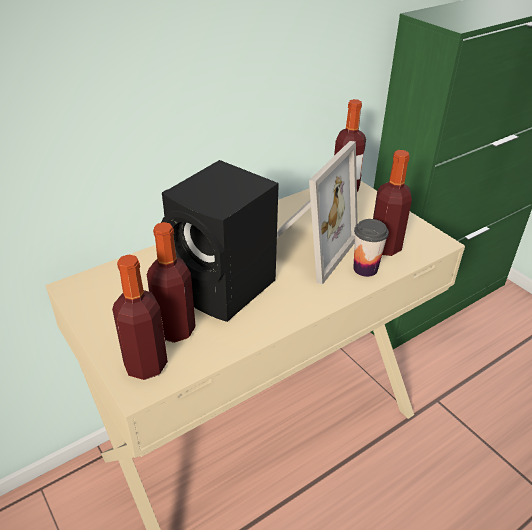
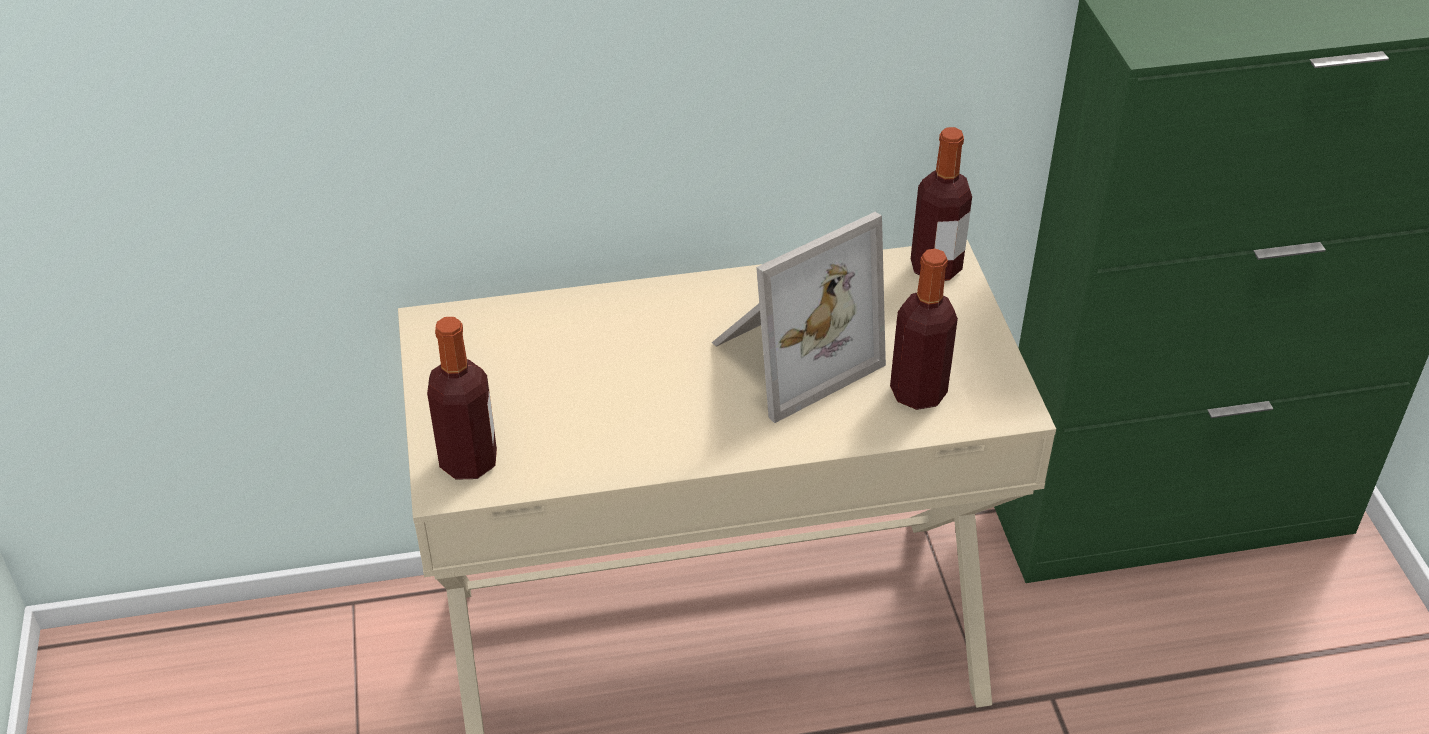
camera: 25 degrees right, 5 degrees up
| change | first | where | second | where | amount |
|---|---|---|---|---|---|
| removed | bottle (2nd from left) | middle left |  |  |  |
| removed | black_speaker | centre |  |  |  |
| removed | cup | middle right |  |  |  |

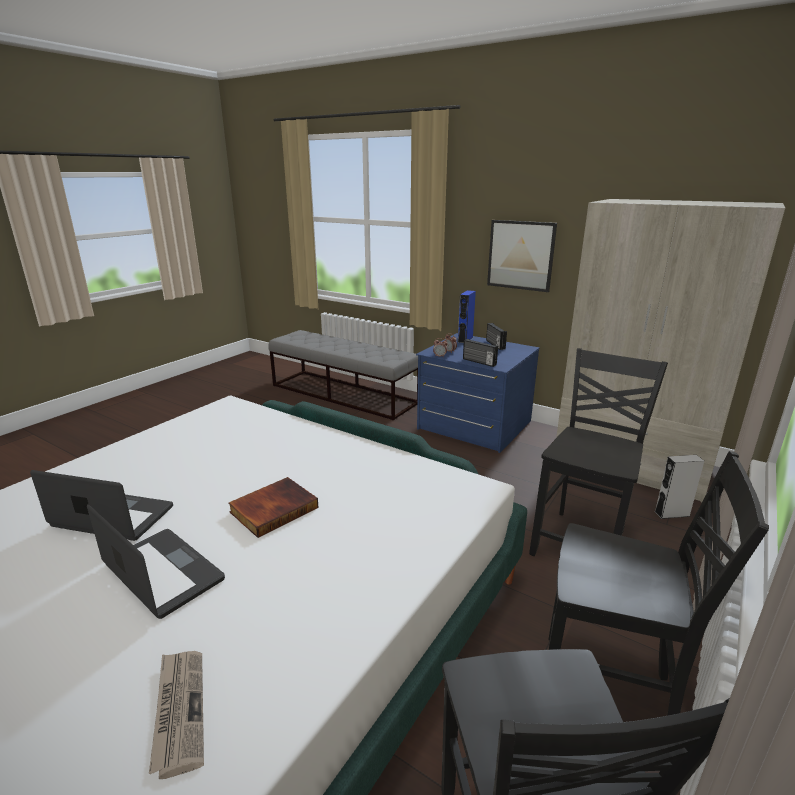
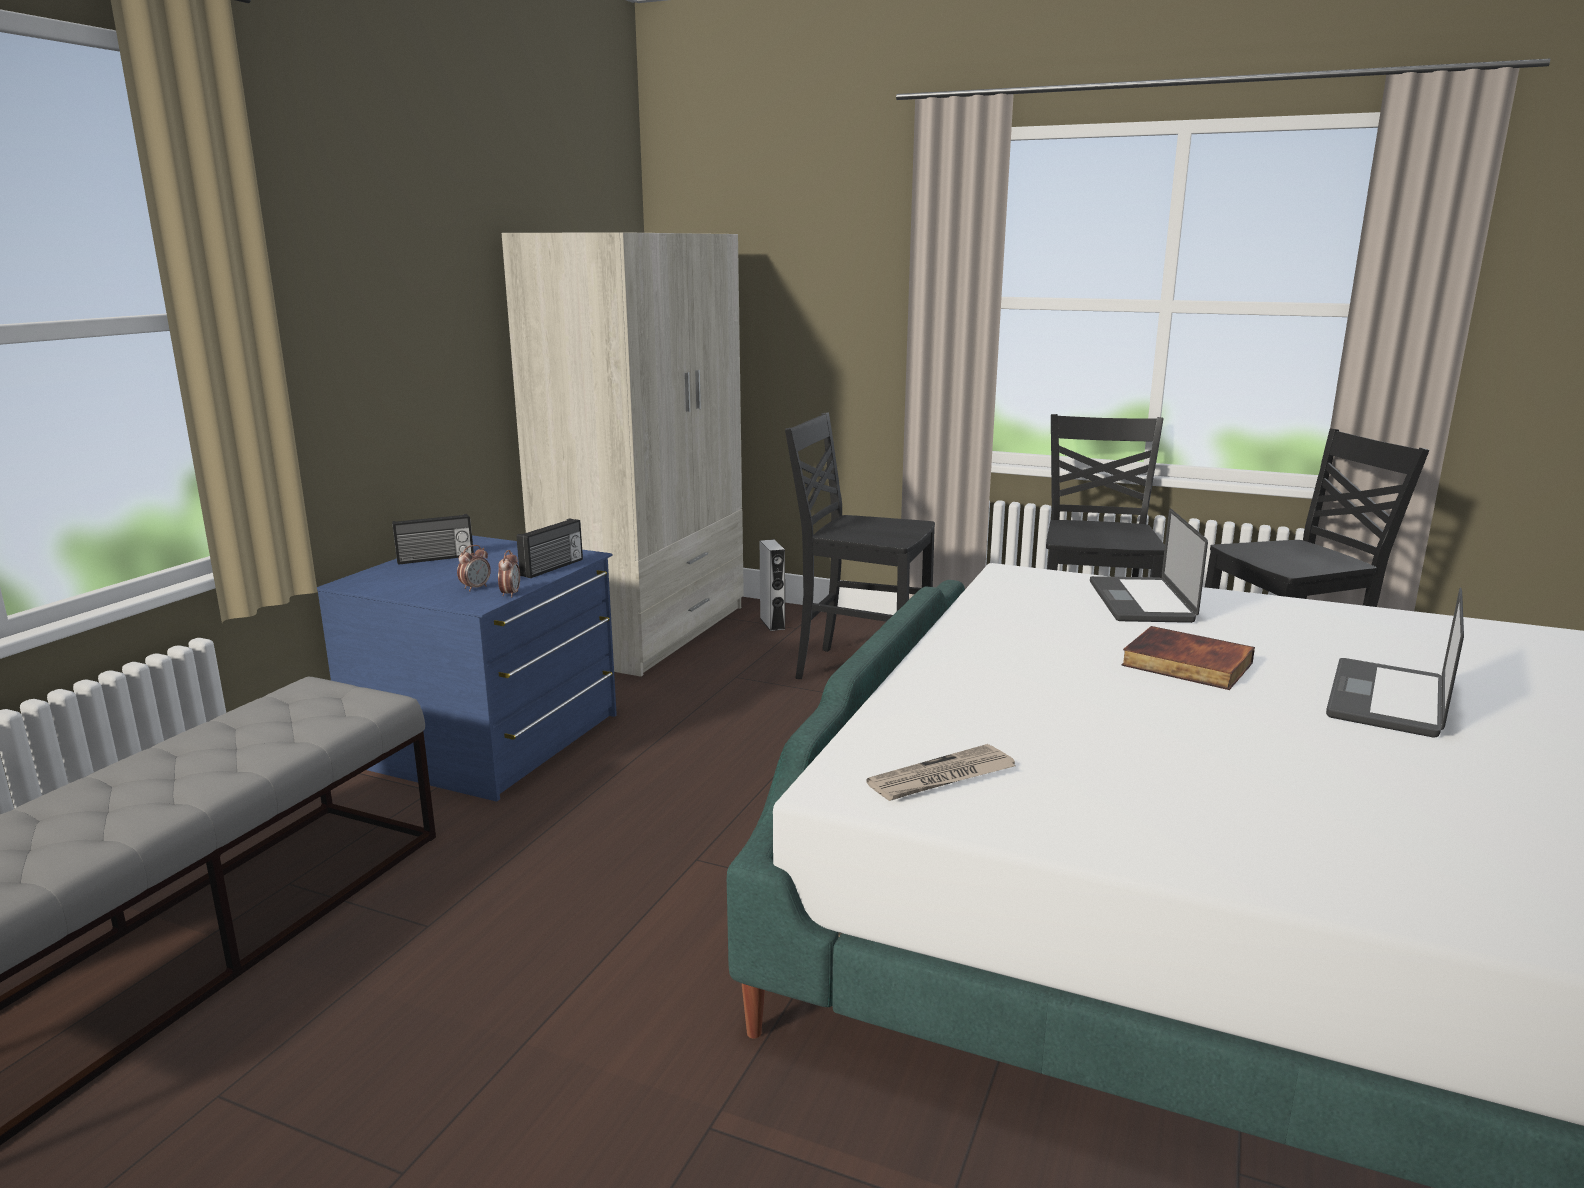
camera: 100 degrees left, 5 degrees down
| change | first | where | second | where | amount |
|---|---|---|---|---|---|
| removed | blue_speaker | centre |  |  |  |
| removed | picture | top centre |  |  |  |
| moved | laptop (1st from left) | middle left |  | middle right |  |
| moved | newspaper | bottom left |  | centre |  |

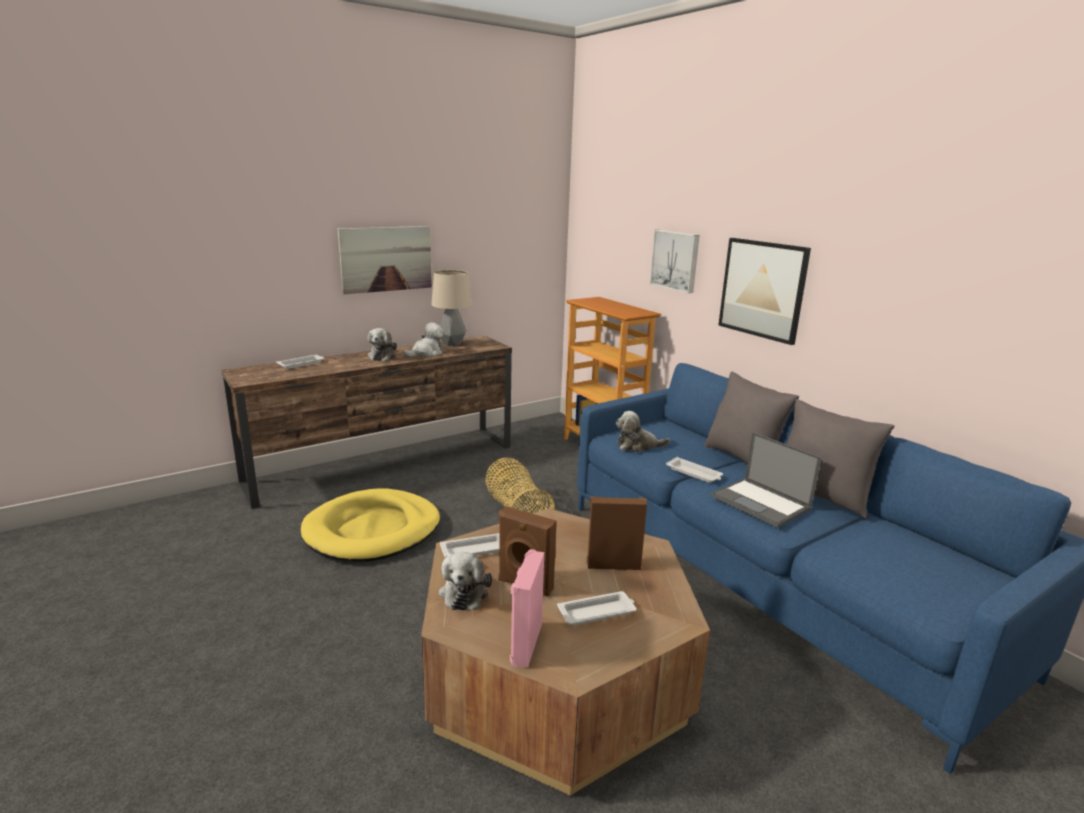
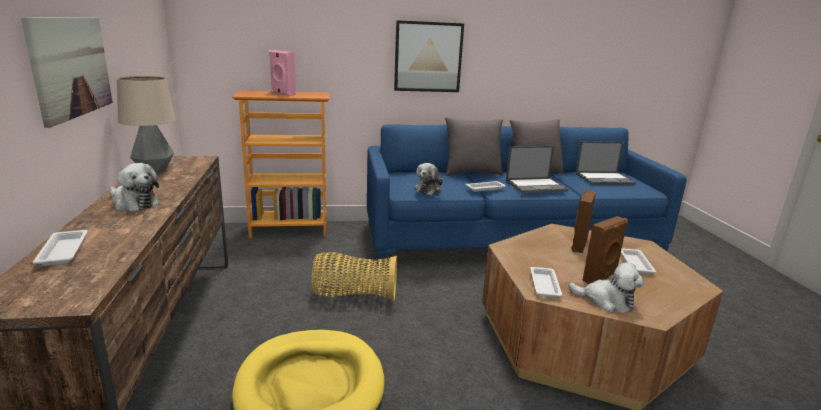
camera: 65 degrees left, 0 degrees up
| change | first | where | second | where | amount |
|---|---|---|---|---|---|
| removed | plush_toy (2nd from left) | centre |  |  |  |
| removed | picture (2nd from left) | top centre |  |  |  |
| added |  |  | laptop (2nd from left) | middle right |  |
| moved | pink_speaker | bottom centre |  | top centre |  |

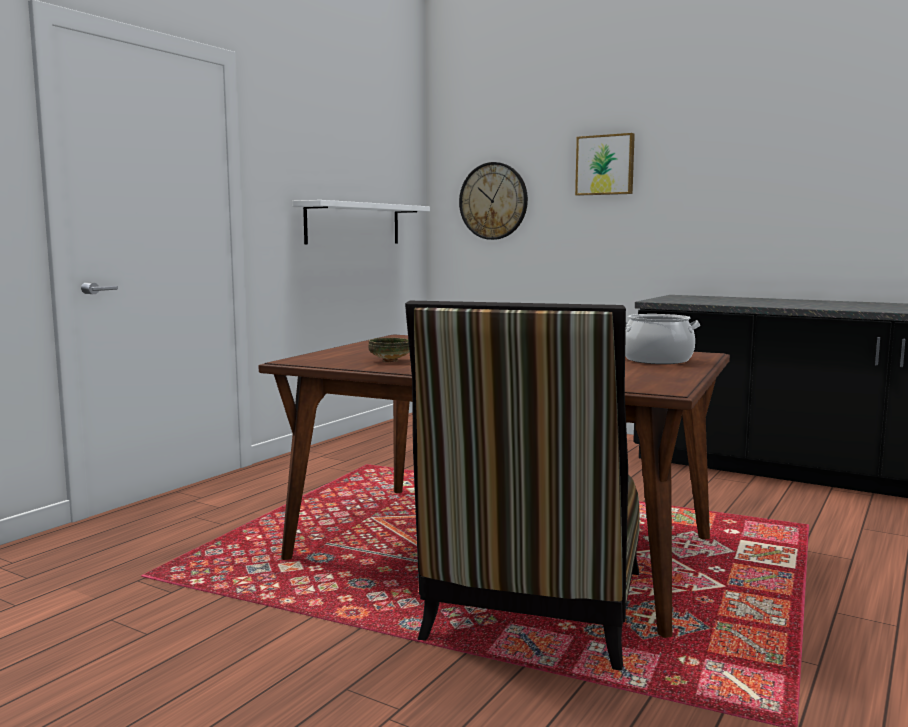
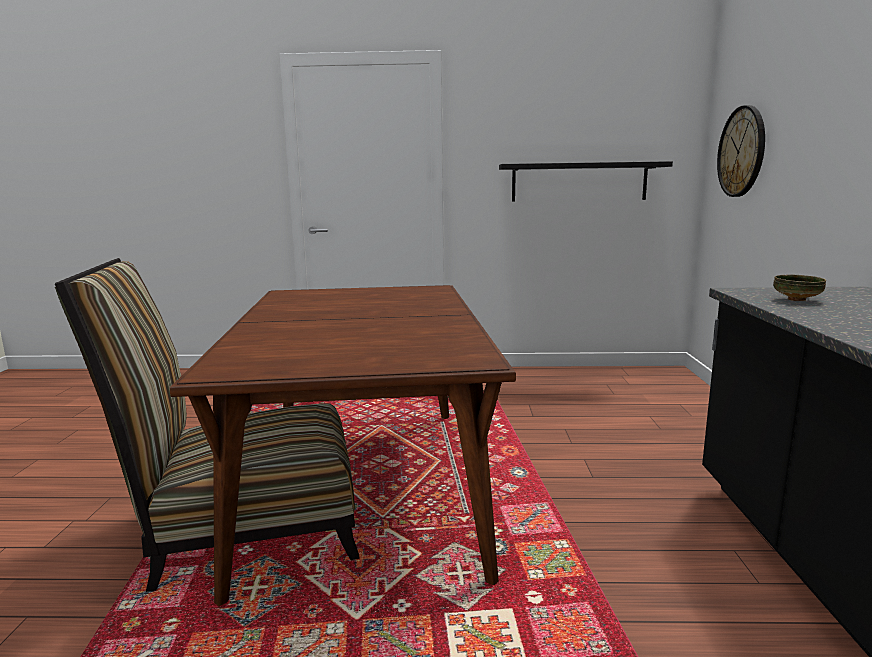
camera: 60 degrees right, 5 degrees up
| change | first | where | second | where | amount |
|---|---|---|---|---|---|
| removed | picture | top centre |  |  |  |
| removed | cooking_pot | middle right |  |  |  |
| moved | bowl | centre |  | middle right |  |
| recoloured | white_shelf | top centre | black_shelf | top right |  |

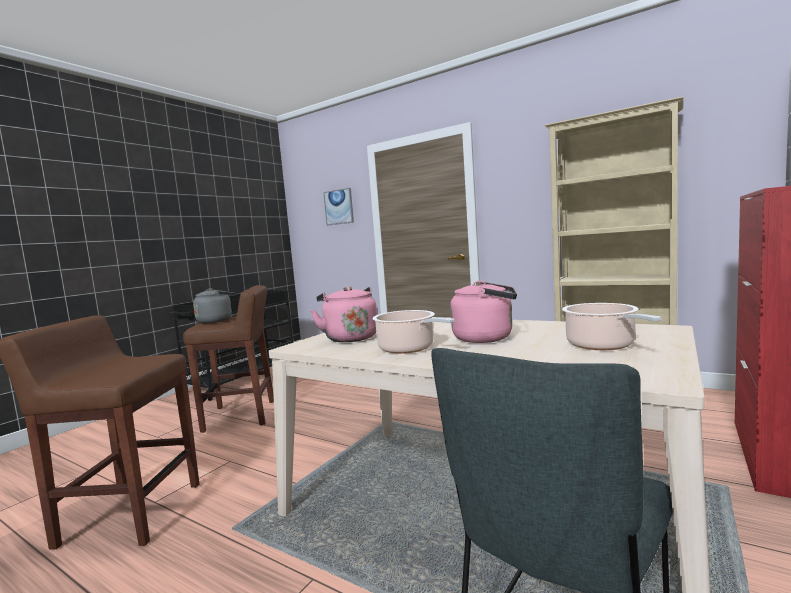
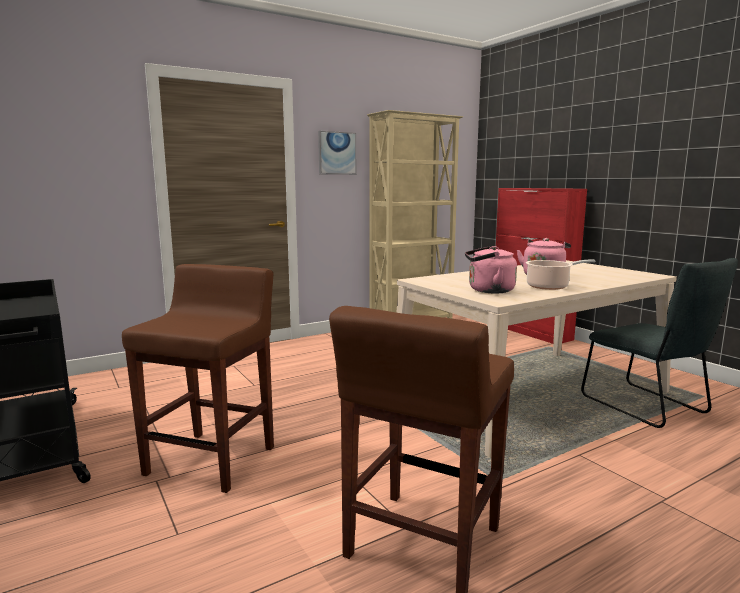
camera: 65 degrees left, 5 degrees up
| change | first | where | second | where | amount |
|---|---|---|---|---|---|
| removed | grey_kettle | middle left |  |  |  |
| removed | cooking_pot (2nd from left) | middle right |  |  |  |
| moved | picture | centre |  | top centre |  |

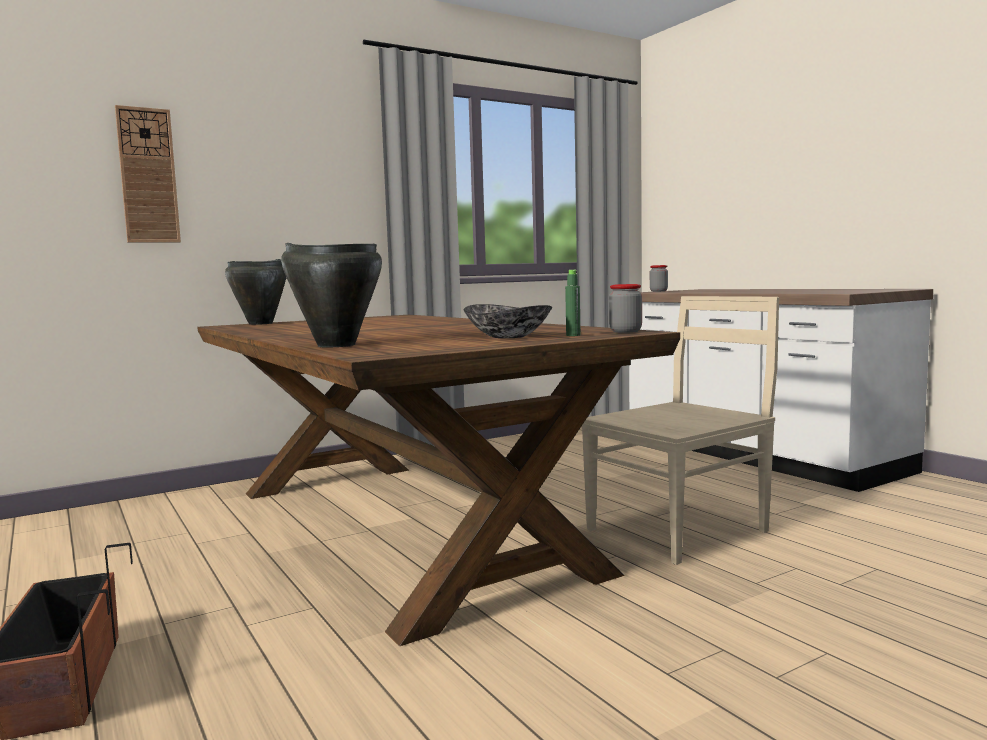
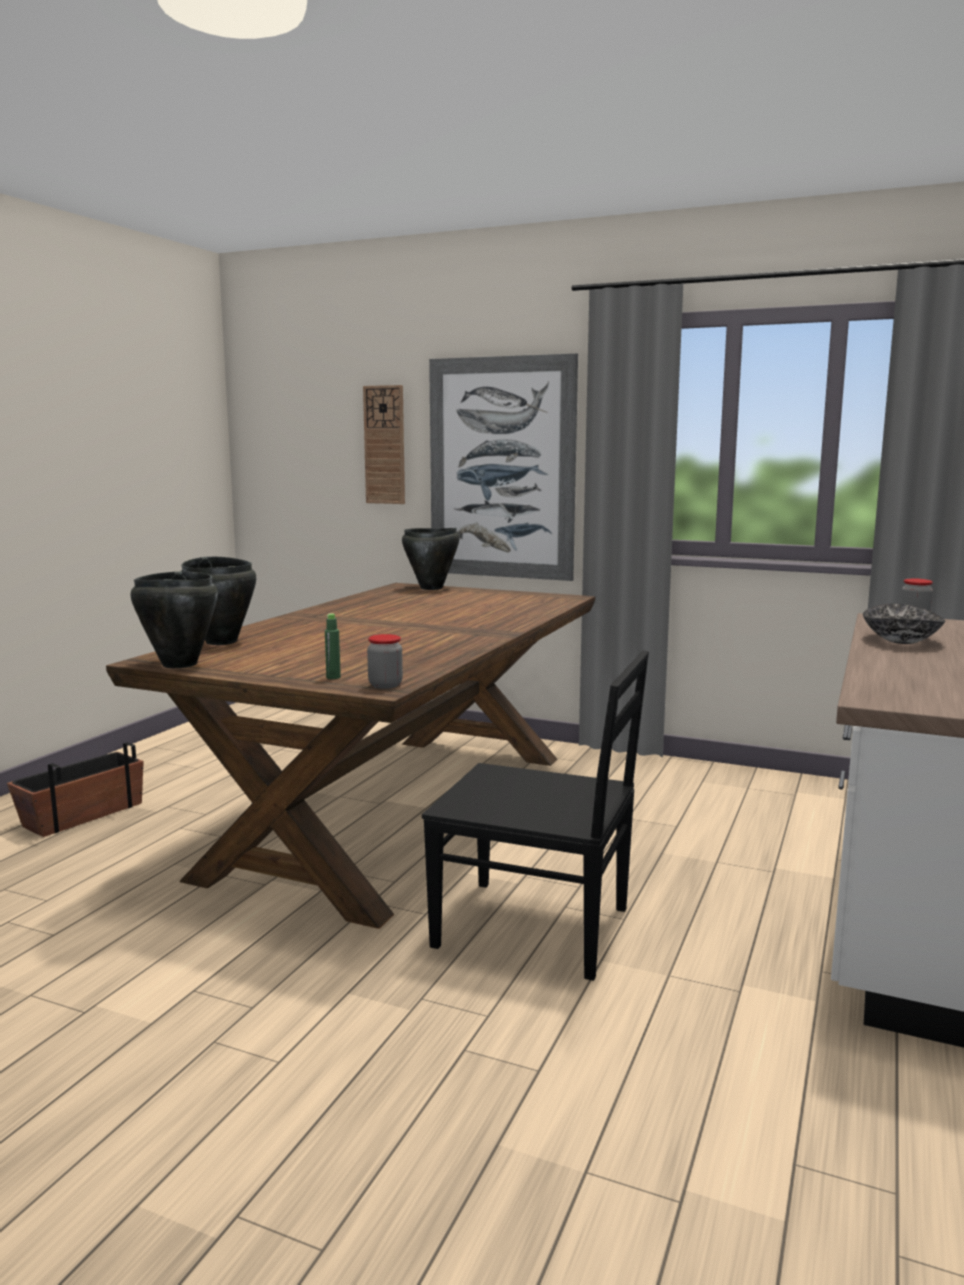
camera: 55 degrees right, 5 degrees up
| change | first | where | second | where | amount |
|---|---|---|---|---|---|
| added |  |  | black_cooking_pot (1st from left) | middle left |  |
| added |  |  | picture | centre |  |
| moved | bowl | centre |  | middle right |  |
| recoloured | beige_chair | middle right | black_chair | centre |  |

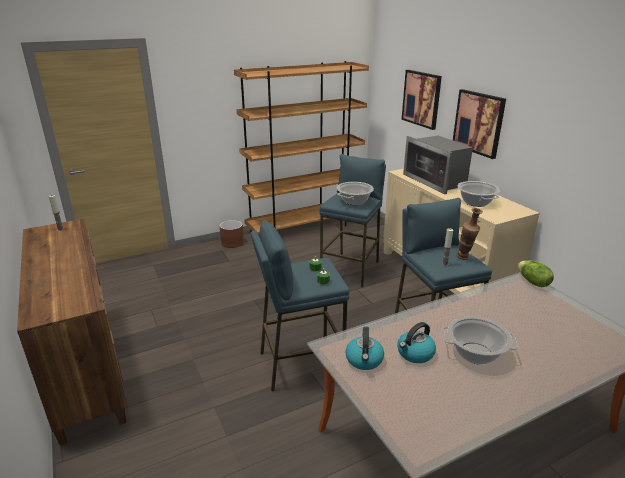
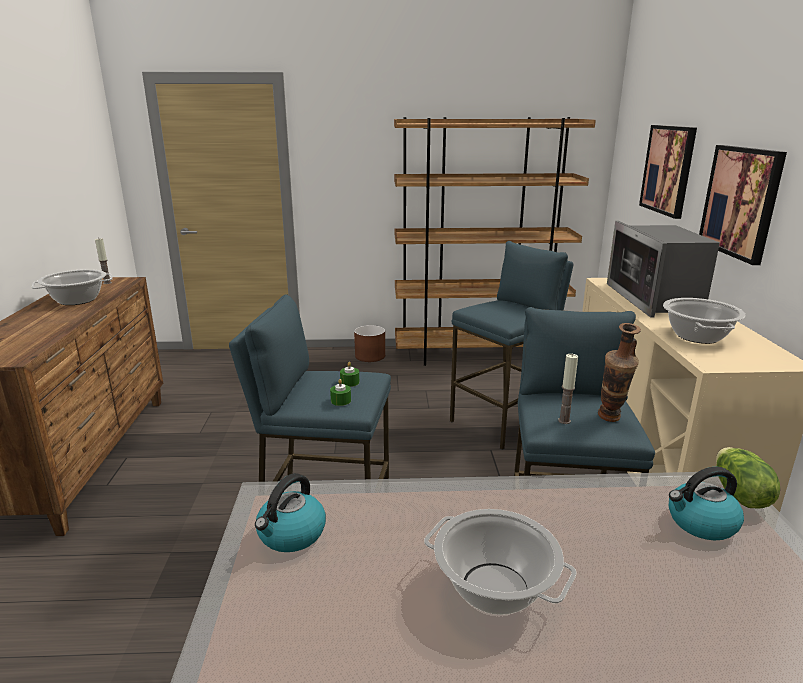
camera: 25 degrees right, 5 degrees down
| change | first | where | second | where | amount |
|---|---|---|---|---|---|
| moved | cooking_pot (1st from left) | centre |  | middle left |  |
| moved | kettle (2nd from left) | bottom centre |  | bottom right |  |

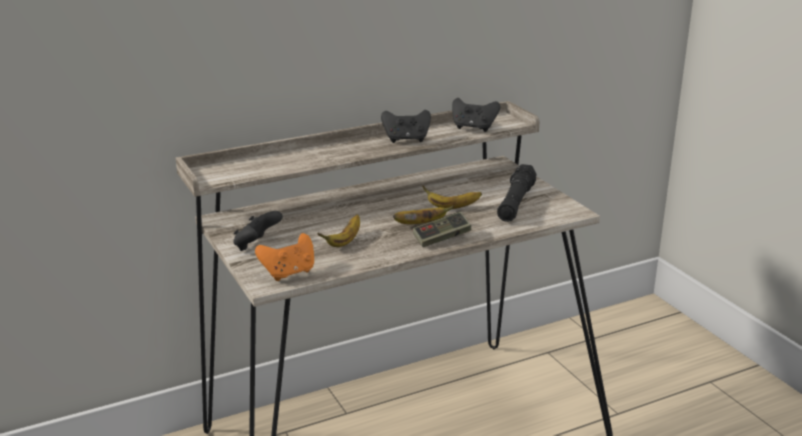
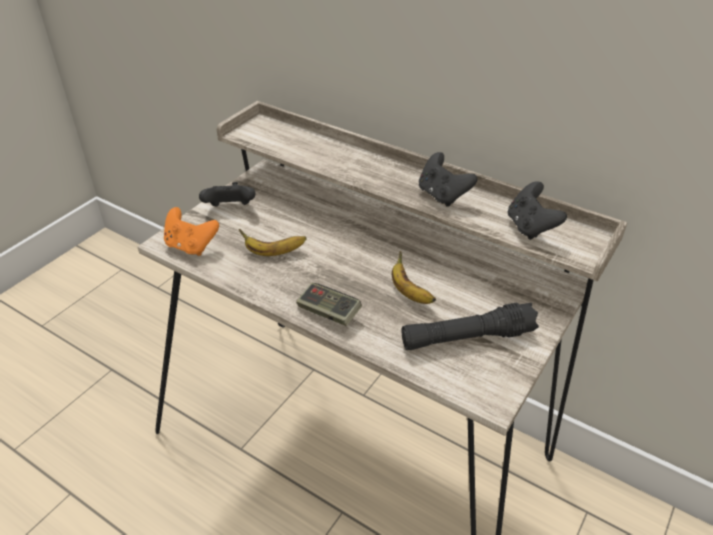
camera: 60 degrees right, 15 degrees up
| change | first | where | second | where | amount |
|---|---|---|---|---|---|
| removed | banana (2nd from left) | centre |  |  |  |

